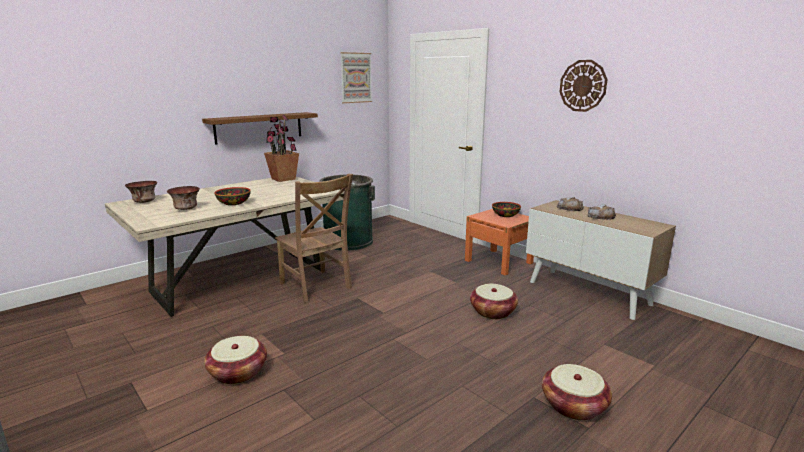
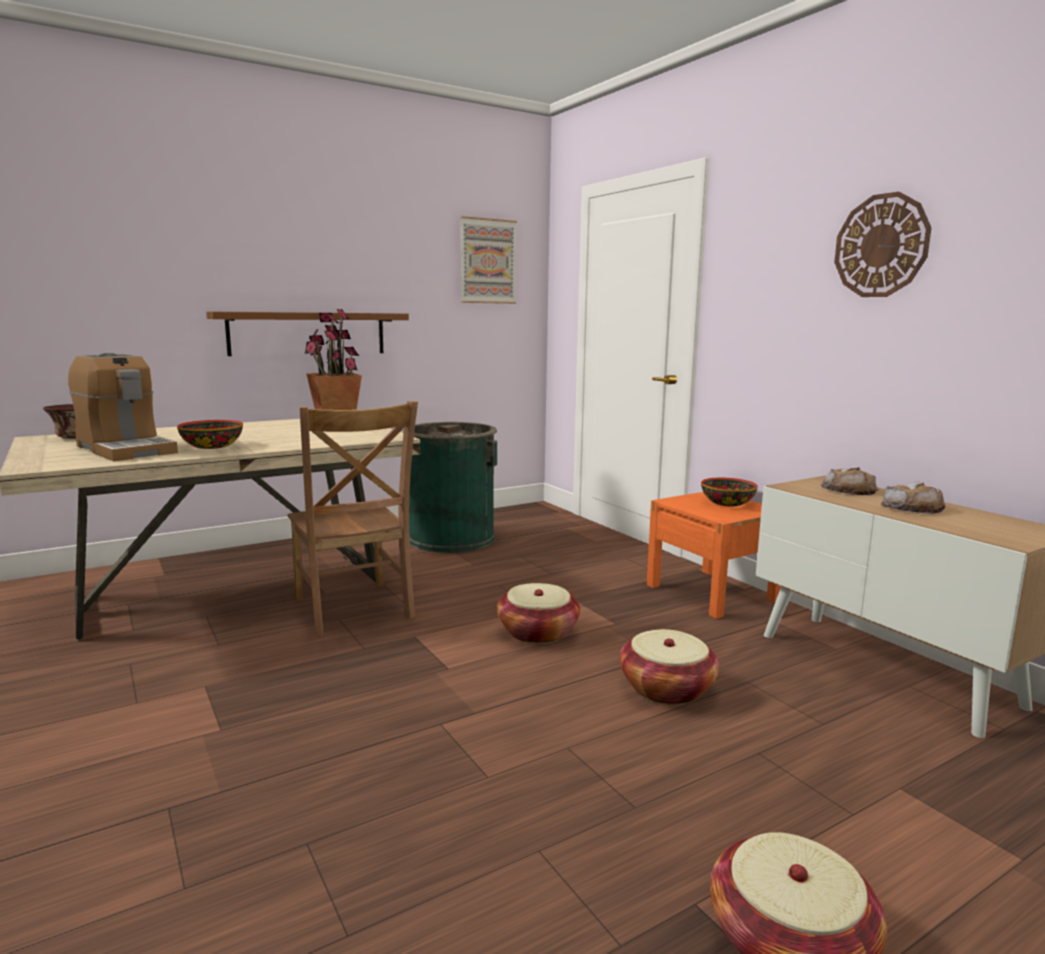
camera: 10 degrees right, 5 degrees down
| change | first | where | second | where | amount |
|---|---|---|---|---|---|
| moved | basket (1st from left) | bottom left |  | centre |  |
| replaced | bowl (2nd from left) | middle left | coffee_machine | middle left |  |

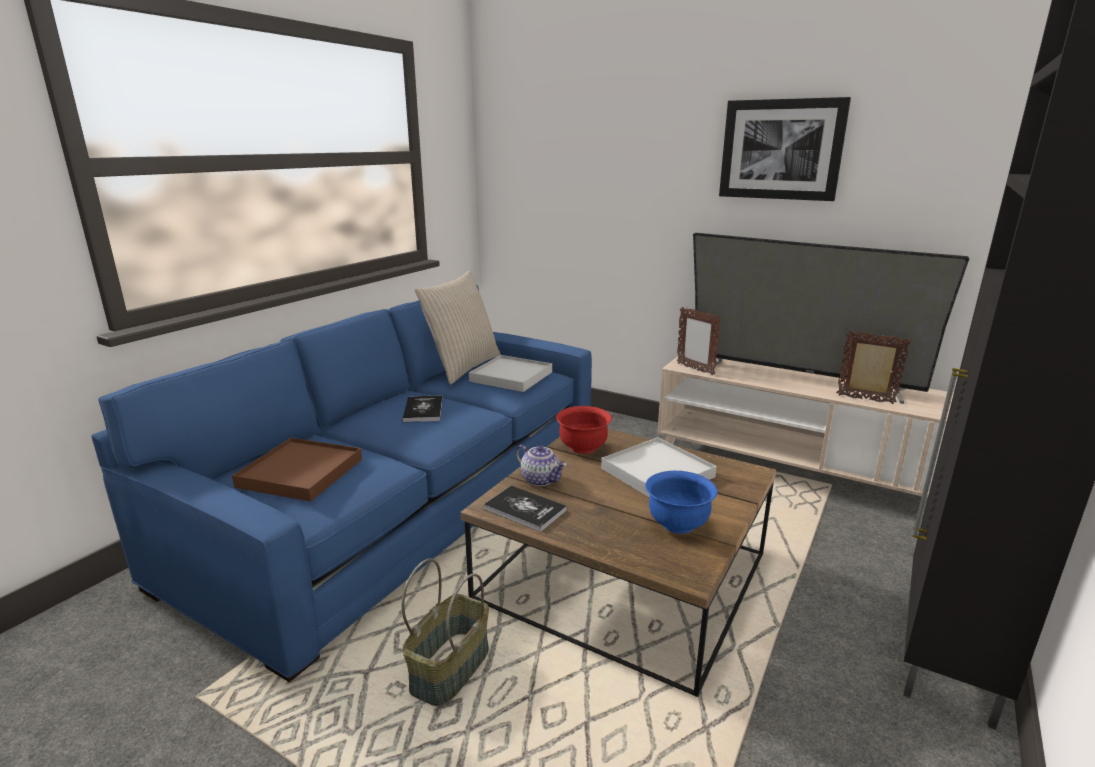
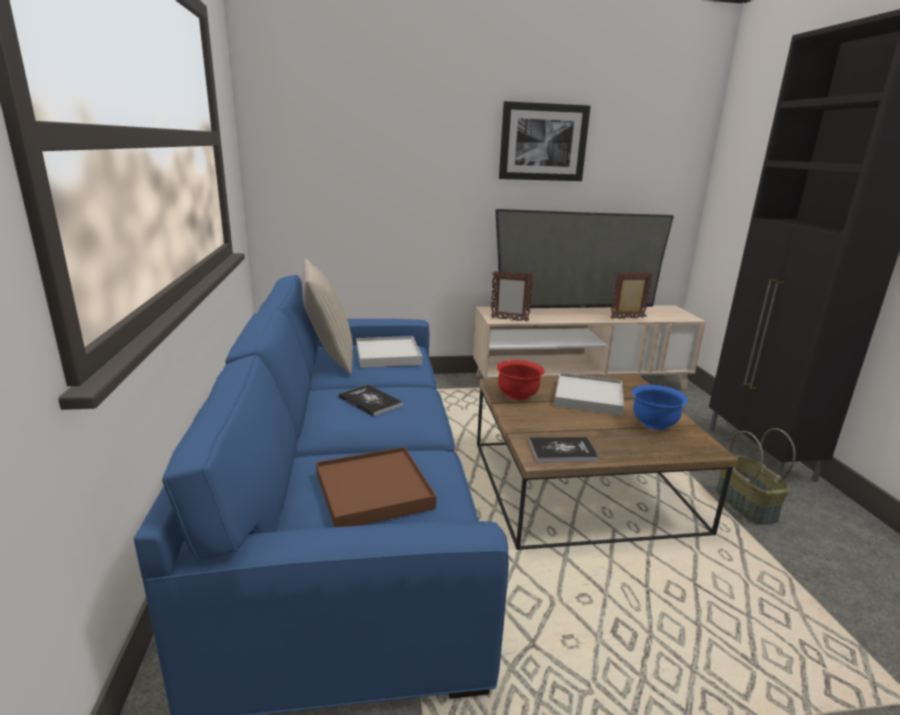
camera: 40 degrees left, 0 degrees up
| change | first | where | second | where | amount |
|---|---|---|---|---|---|
| removed | teapot | centre |  |  |  |
| moved | basket | bottom centre |  | middle right |  |

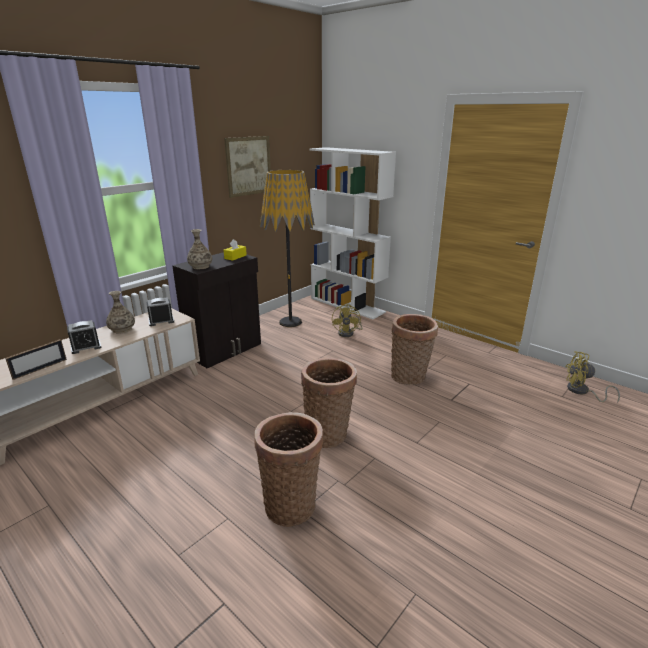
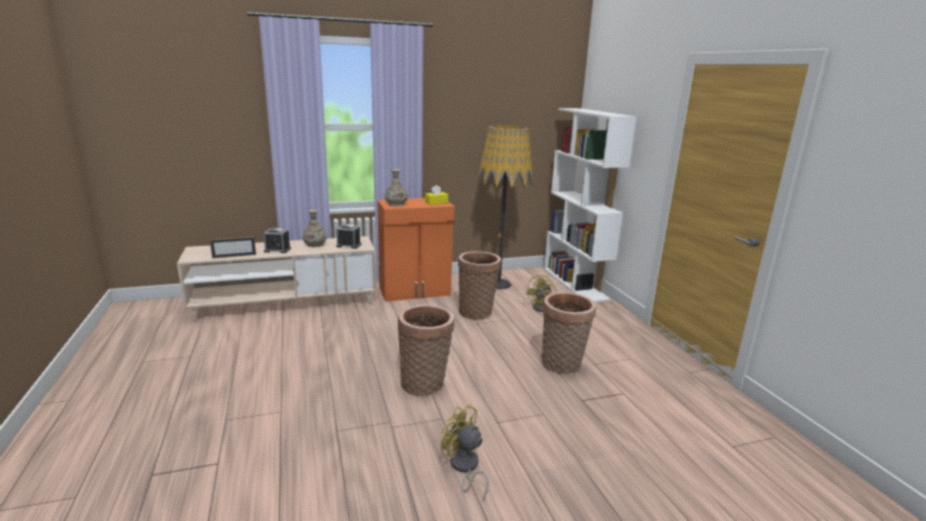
camera: 30 degrees right, 5 degrees down
| change | first | where | second | where | amount |
|---|---|---|---|---|---|
| removed | picture | top centre |  |  |  |
| moved | basket (1st from left in the first image) | bottom centre | basket (2nd from left) | centre |  |
| moved | yellow_fan (2nd from left in the first image) | middle right | yellow_fan (1st from left) | bottom centre |  |
| recoloured | black_cabinet | centre | orange_cabinet | centre |  |

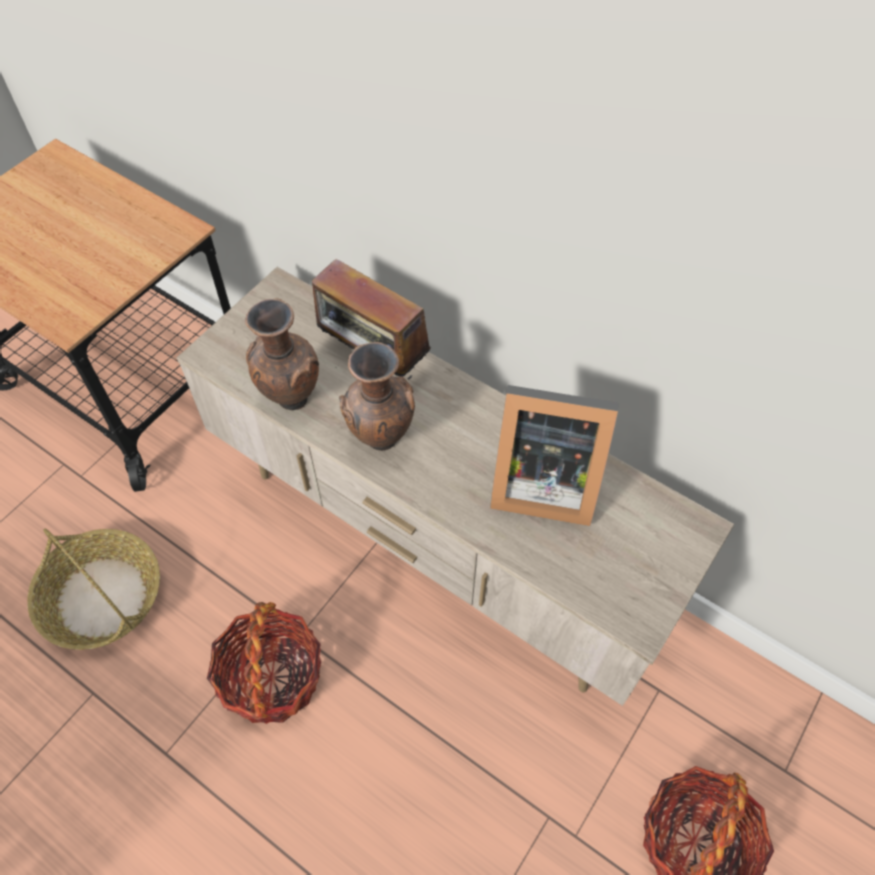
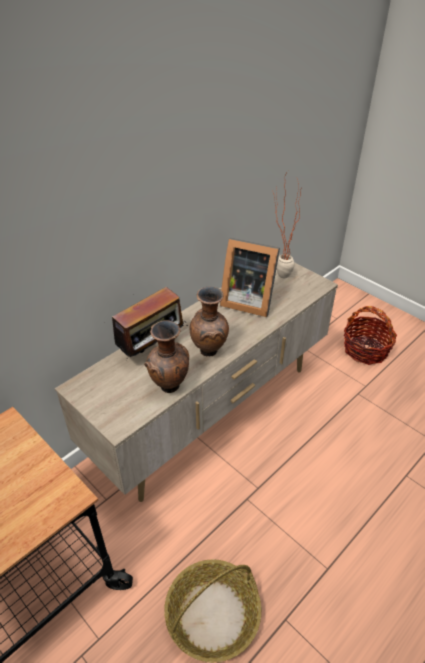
camera: 80 degrees left, 15 degrees down
| change | first | where | second | where | amount |
|---|---|---|---|---|---|
| removed | basket (2nd from left) | bottom left |  |  |  |
| added |  |  | potted_plant | middle right |  |
| turned | picture_frame | centre |  | centre | 90 degrees clockwise |

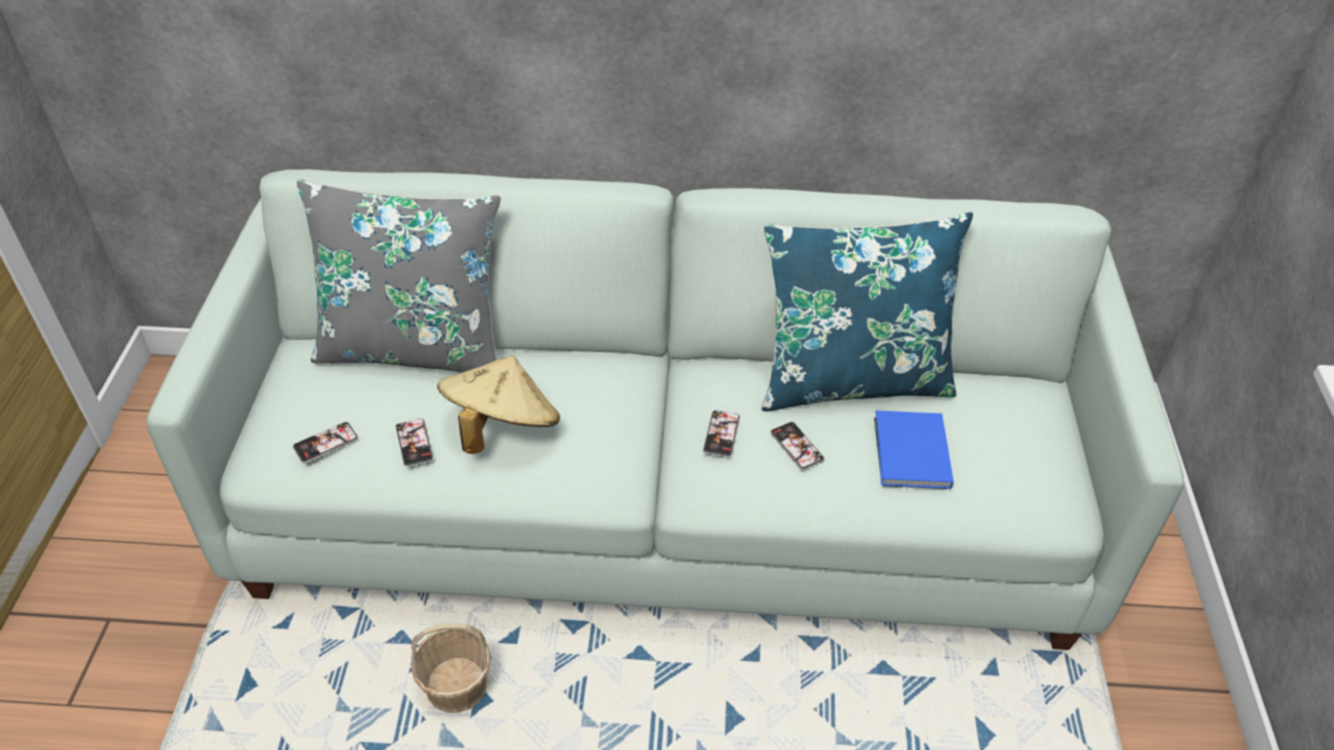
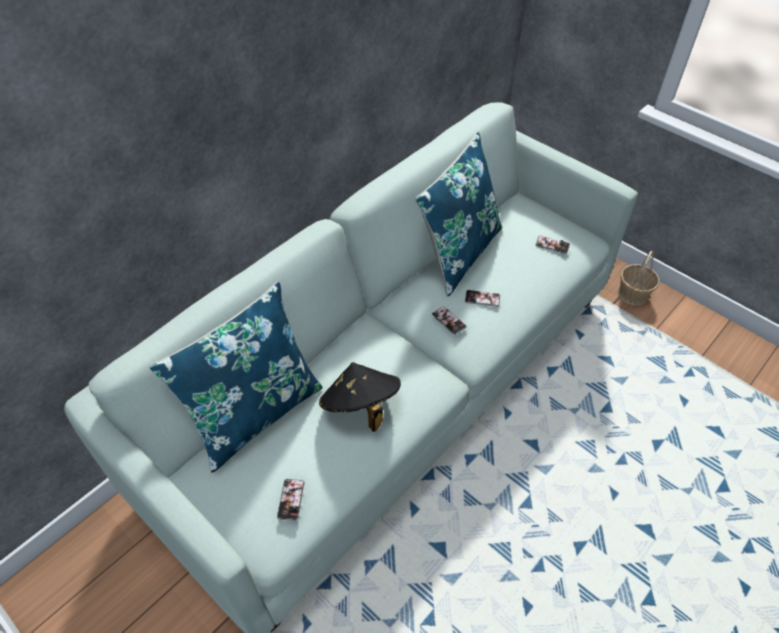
camera: 50 degrees left, 5 degrees up
| change | first | where | second | where | amount |
|---|---|---|---|---|---|
| removed | blue_book | middle right |  |  |  |
| moved | phone (2nd from left in the first image) | middle left | phone (4th from left) | middle right |  |
| moved | basket | bottom centre |  | middle right |  |
| recoloured | grey_pillow | middle left | blue_pillow (1st from left) | middle left |  |
| recoloured | beige_hat | centre | black_hat | centre |  |

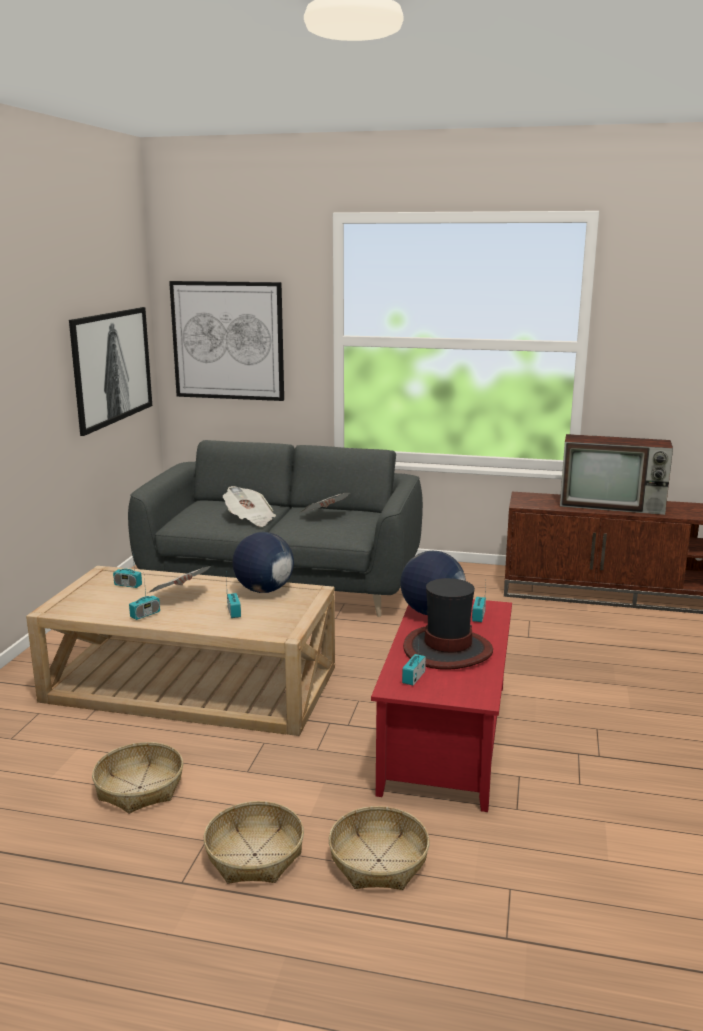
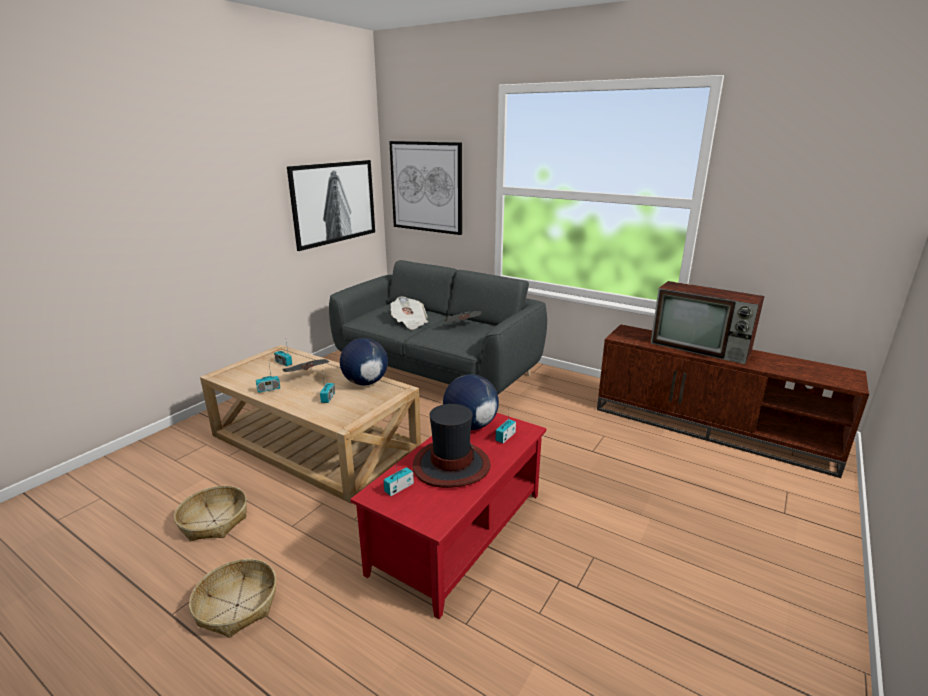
camera: 20 degrees right, 5 degrees up
| change | first | where | second | where | amount |
|---|---|---|---|---|---|
| removed | basket (3rd from left) | bottom centre |  |  |  |

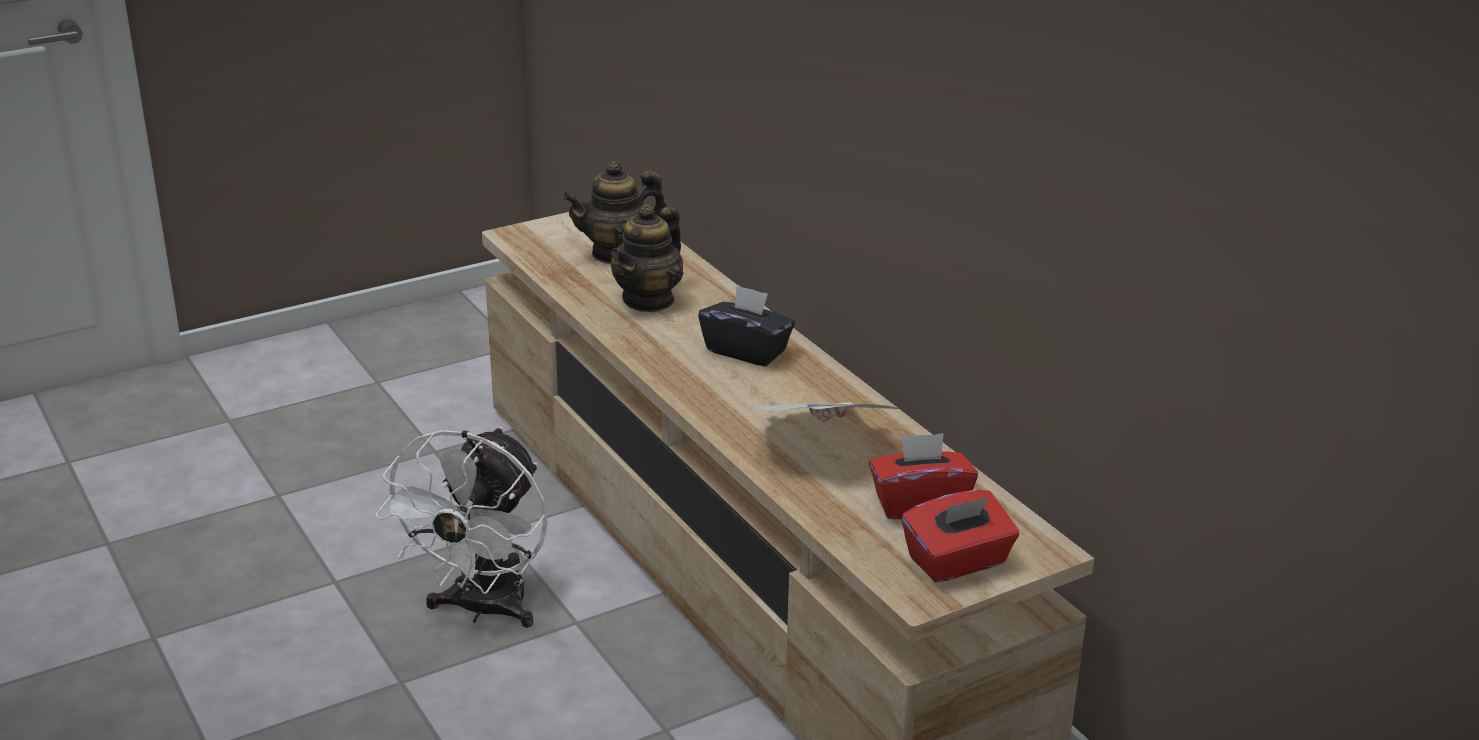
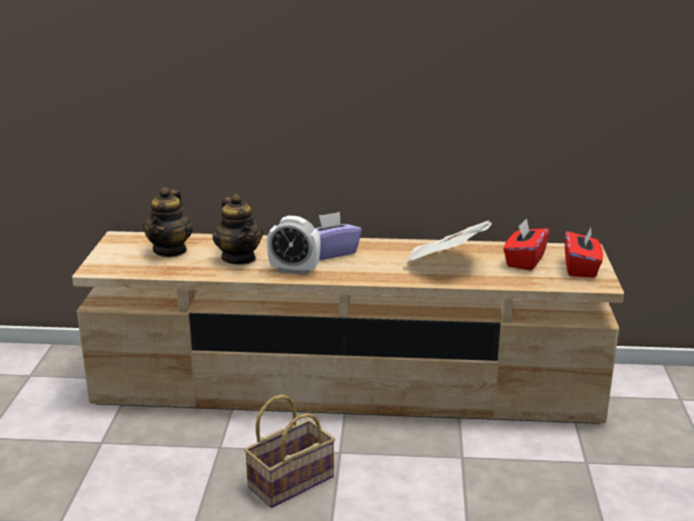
camera: 55 degrees left, 5 degrees down
| change | first | where | second | where | amount |
|---|---|---|---|---|---|
| added |  |  | alarm_clock | centre |  |
| replaced | white_fan | bottom left | basket | bottom centre |  |
| recoloured | black_tissue_box | centre | purple_tissue_box | centre |  |

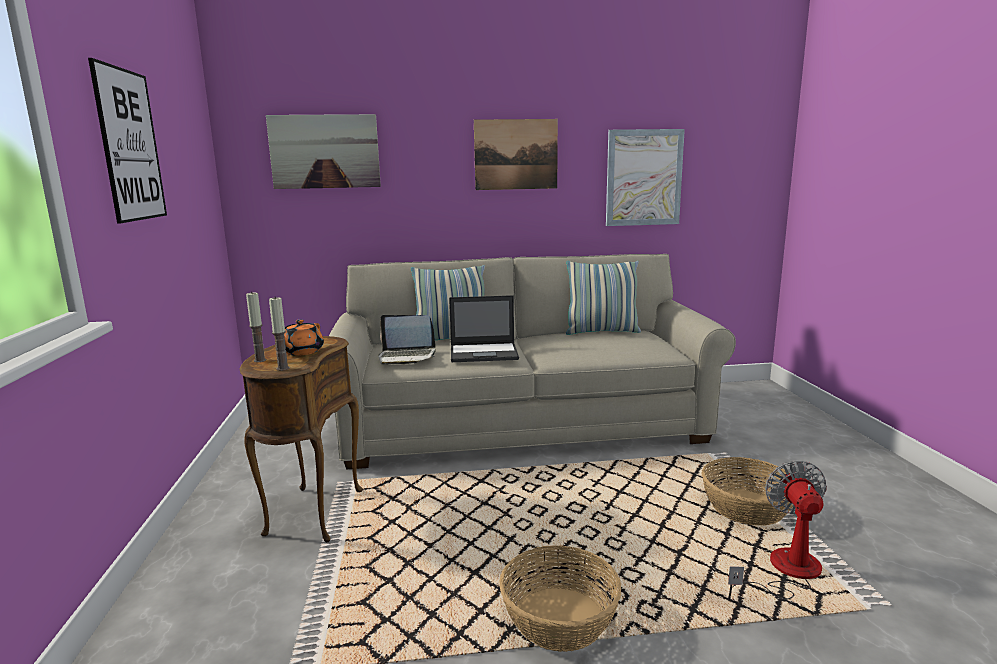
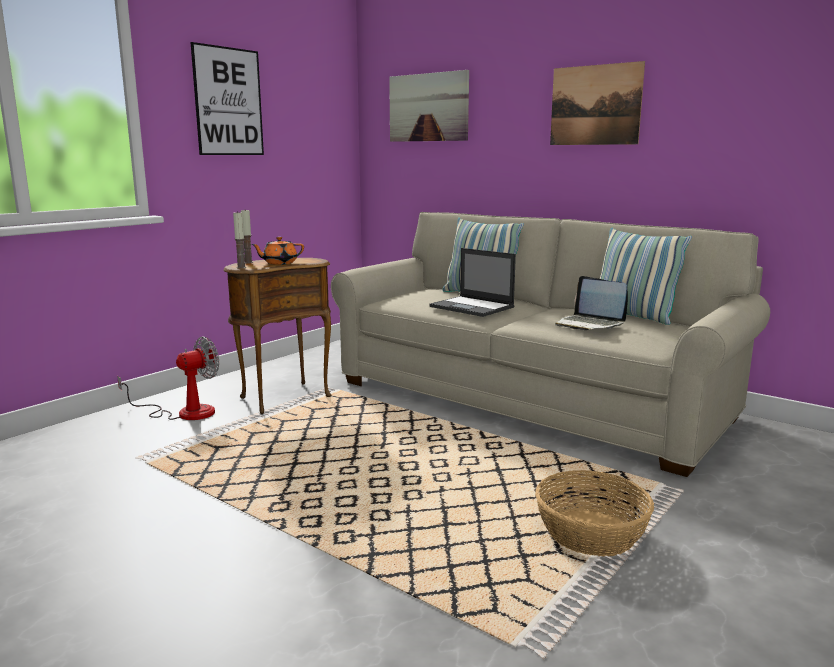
camera: 45 degrees right, 0 degrees up
| change | first | where | second | where | amount |
|---|---|---|---|---|---|
| removed | basket (1st from left) | bottom centre |  |  |  |
| removed | picture (4th from left) | top centre |  |  |  |
| moved | laptop (1st from left in the first image) | centre | laptop (2nd from left) | middle right |  |
| moved | fan | bottom right |  | middle left |  |

